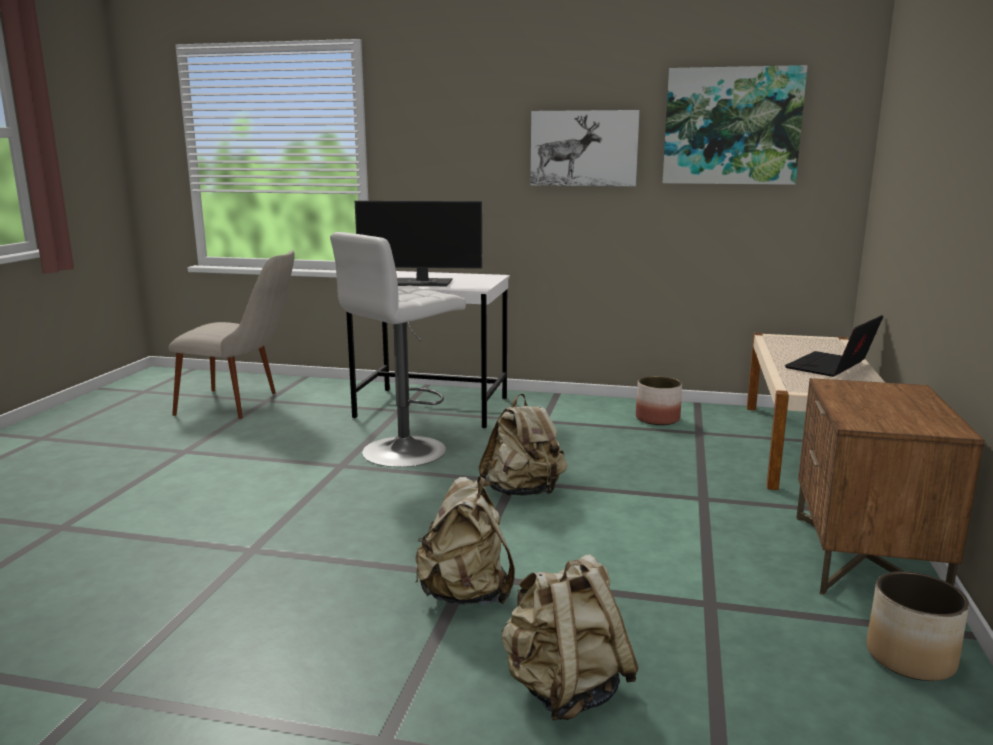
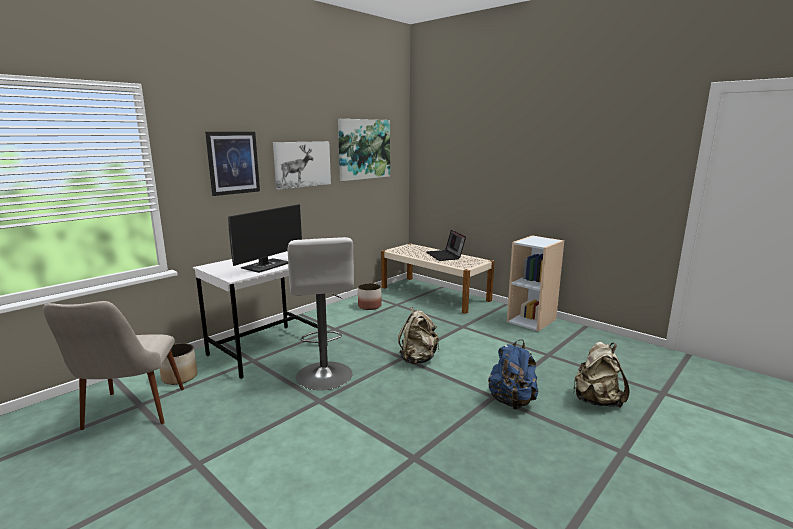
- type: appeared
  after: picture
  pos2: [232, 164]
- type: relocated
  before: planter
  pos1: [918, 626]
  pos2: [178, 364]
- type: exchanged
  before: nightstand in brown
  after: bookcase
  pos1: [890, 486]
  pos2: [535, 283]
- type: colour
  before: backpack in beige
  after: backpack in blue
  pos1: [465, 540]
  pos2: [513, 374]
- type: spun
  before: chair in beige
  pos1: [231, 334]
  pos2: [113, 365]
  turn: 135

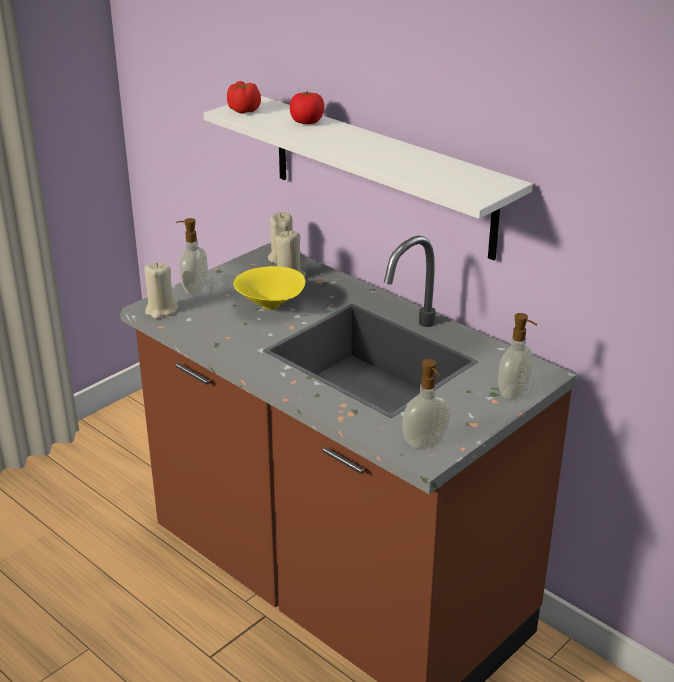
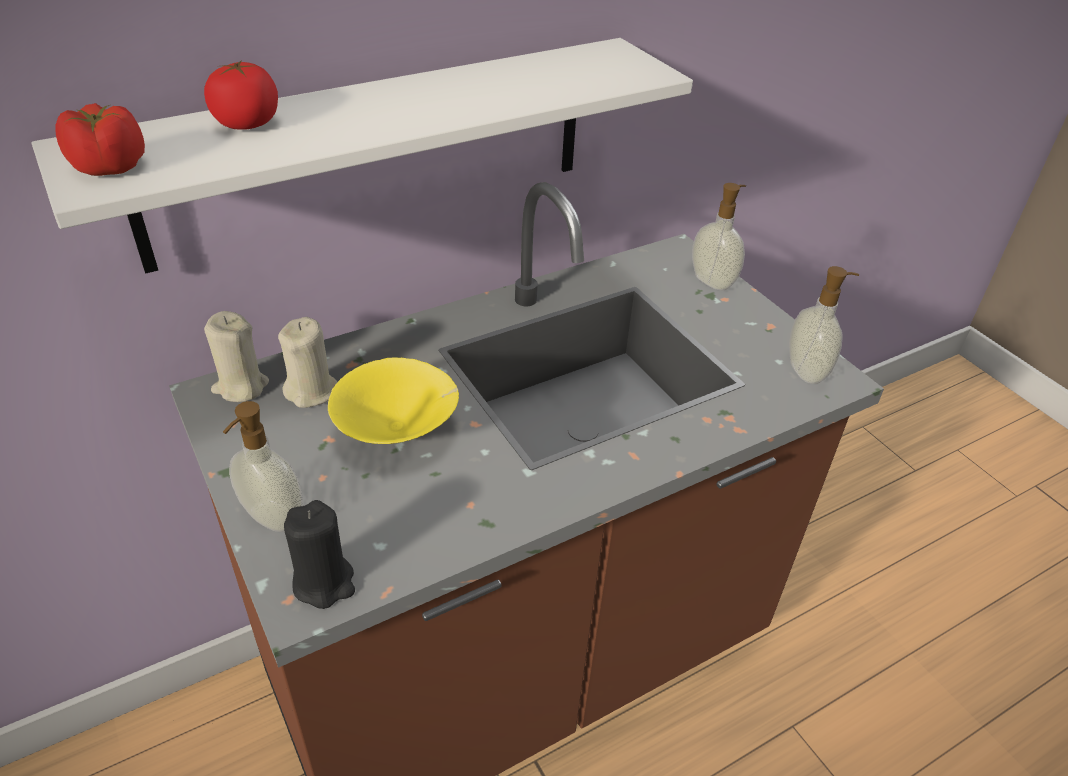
- type: colour
  before: candle in beige
  after: candle in black
  pos1: [161, 290]
  pos2: [319, 554]

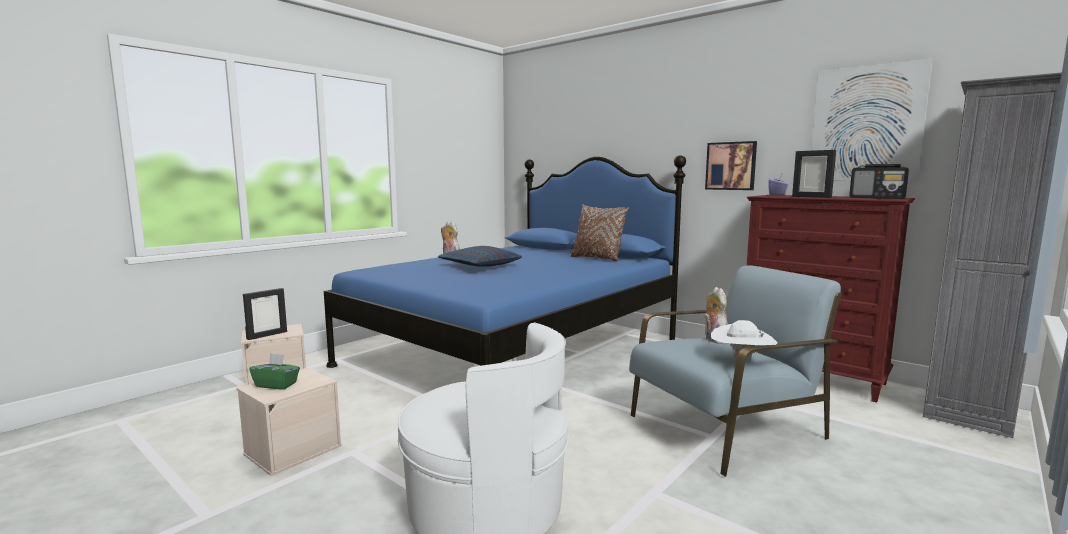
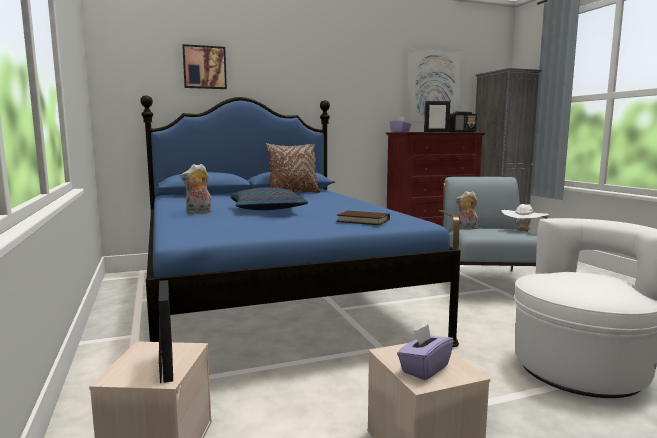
- type: appeared
  after: book in brown
  pos2: [363, 218]
- type: relocated
  before: picture
  pos1: [731, 165]
  pos2: [204, 66]
- type: colour
  before: tissue box in green
  after: tissue box in purple
  pos1: [274, 371]
  pos2: [425, 352]

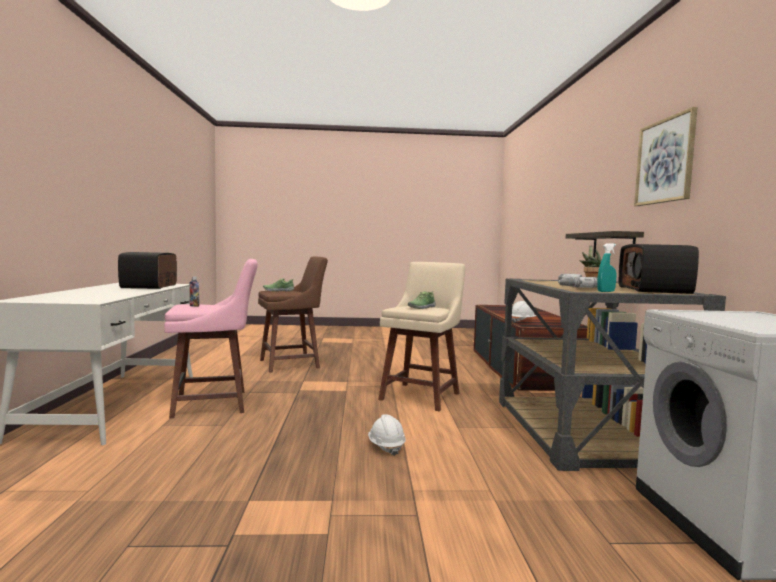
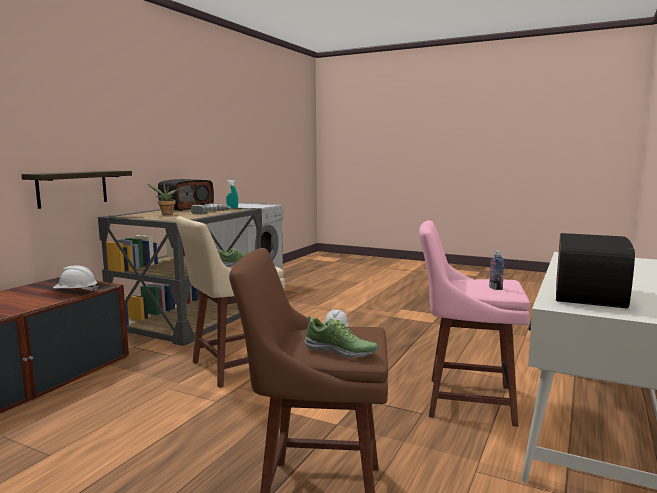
- type: missing
  before: picture
  pos1: [665, 156]

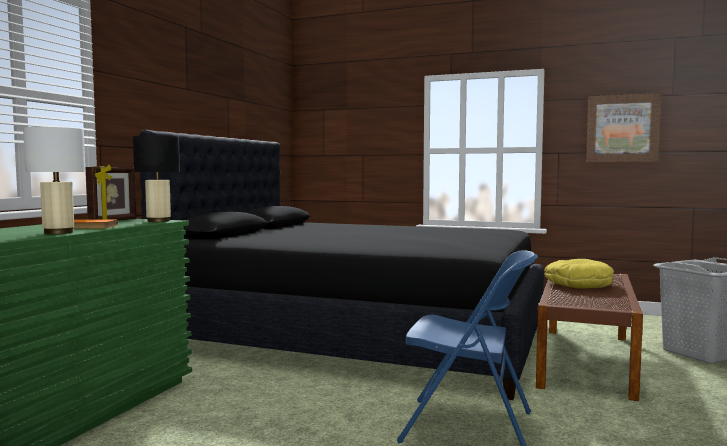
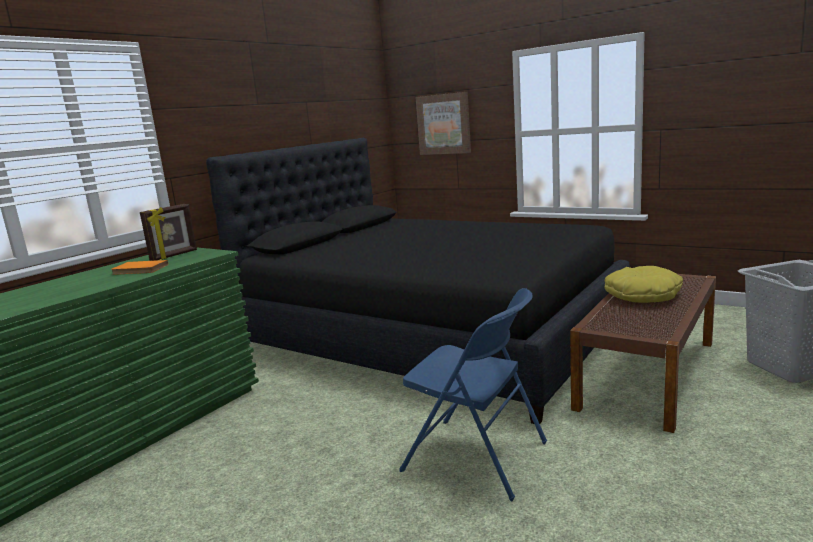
- type: missing
  before: table lamp in white
  pos1: [54, 180]
- type: missing
  before: table lamp in black
  pos1: [156, 179]
- type: relocated
  before: picture
  pos1: [623, 127]
  pos2: [443, 123]

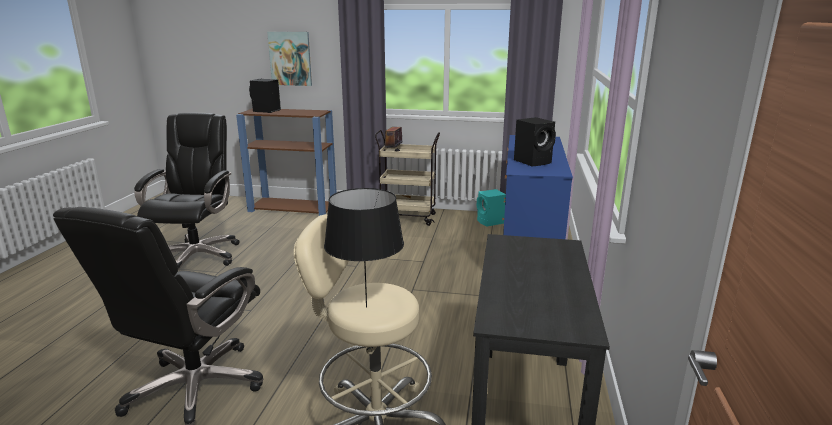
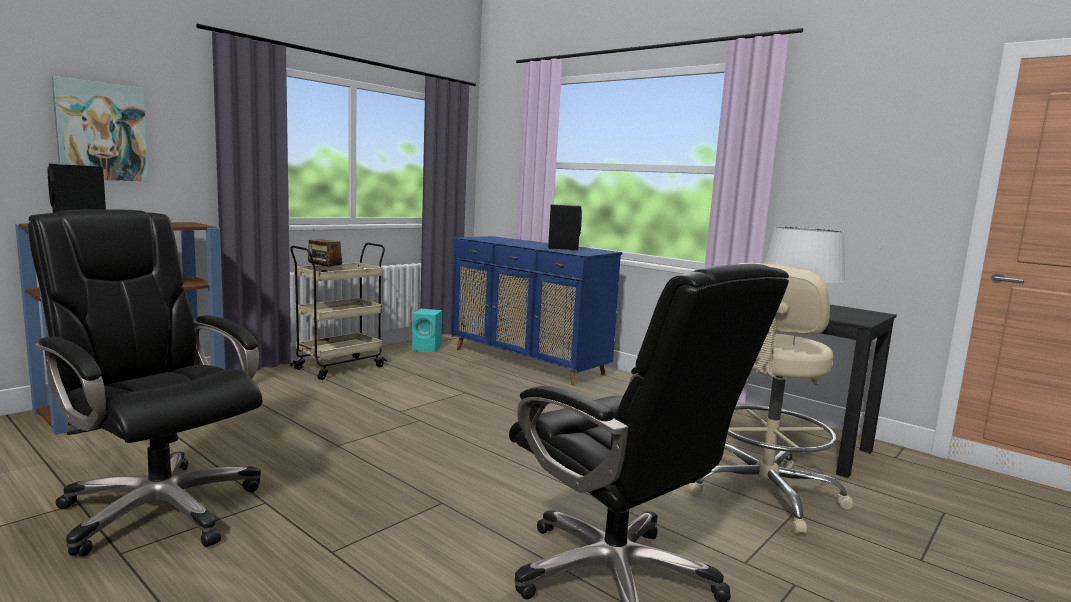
- type: colour
  before: table lamp in black
  after: table lamp in white
  pos1: [364, 248]
  pos2: [805, 286]

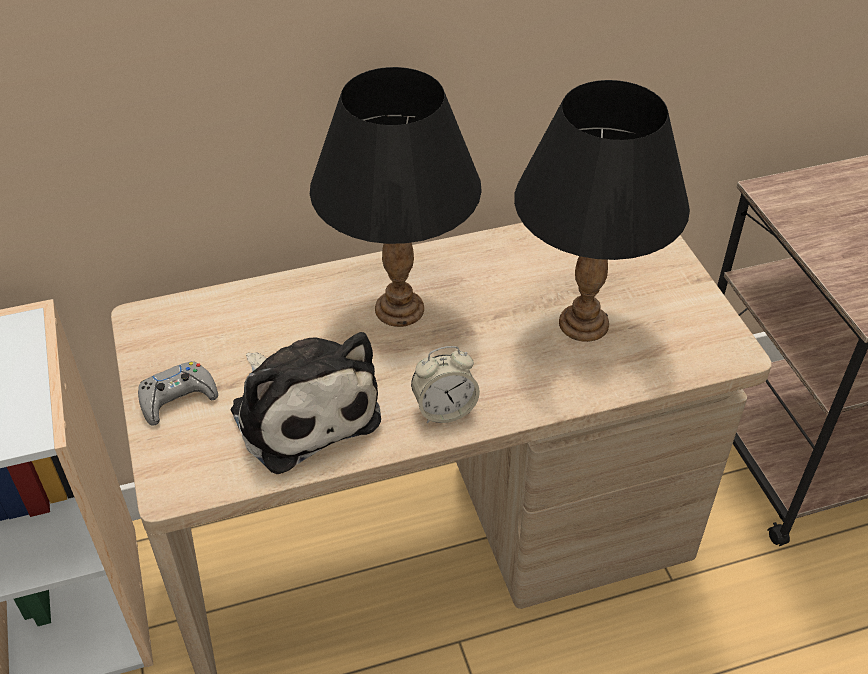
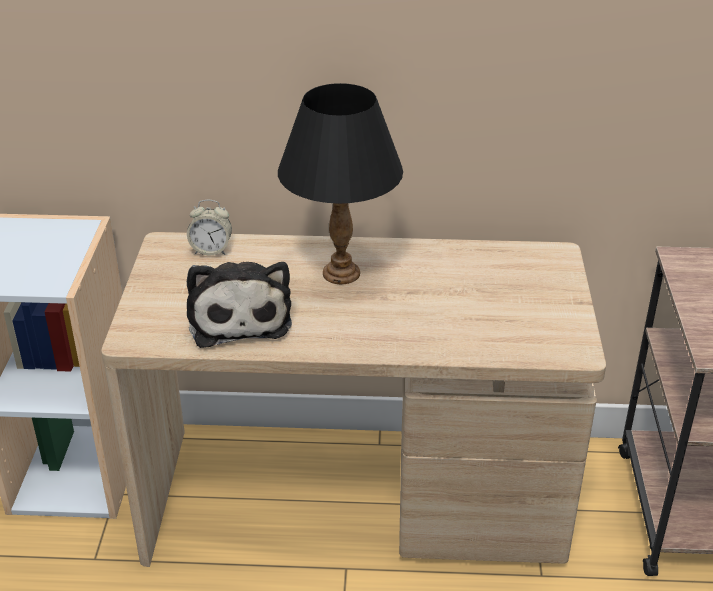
- type: missing
  before: game controller in grey
  pos1: [178, 393]
- type: missing
  before: table lamp in black
  pos1: [602, 211]
- type: relocated
  before: alarm clock
  pos1: [445, 384]
  pos2: [209, 227]

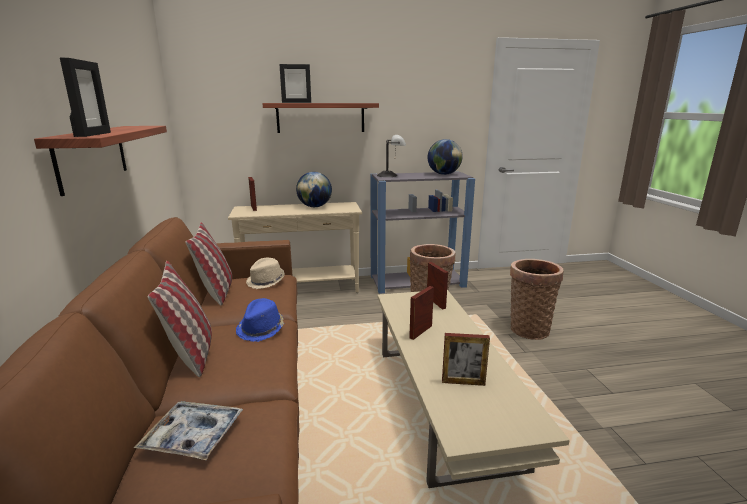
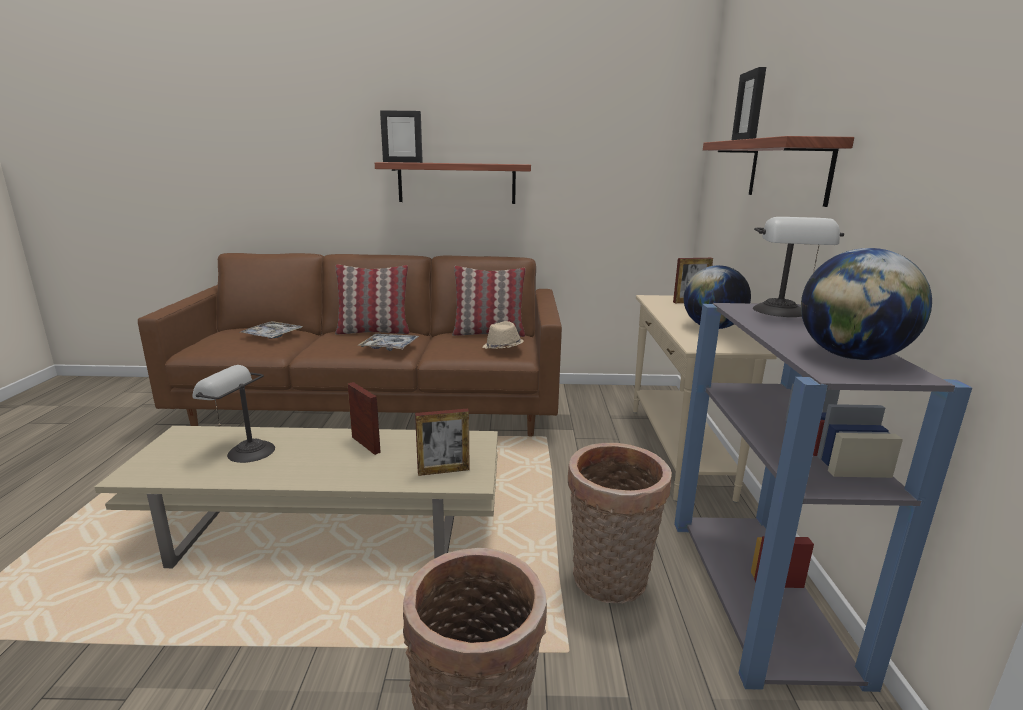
- type: exchanged
  before: hat in blue
  after: tray
  pos1: [260, 320]
  pos2: [388, 342]
- type: exchanged
  before: picture frame
  after: table lamp
  pos1: [466, 359]
  pos2: [233, 414]

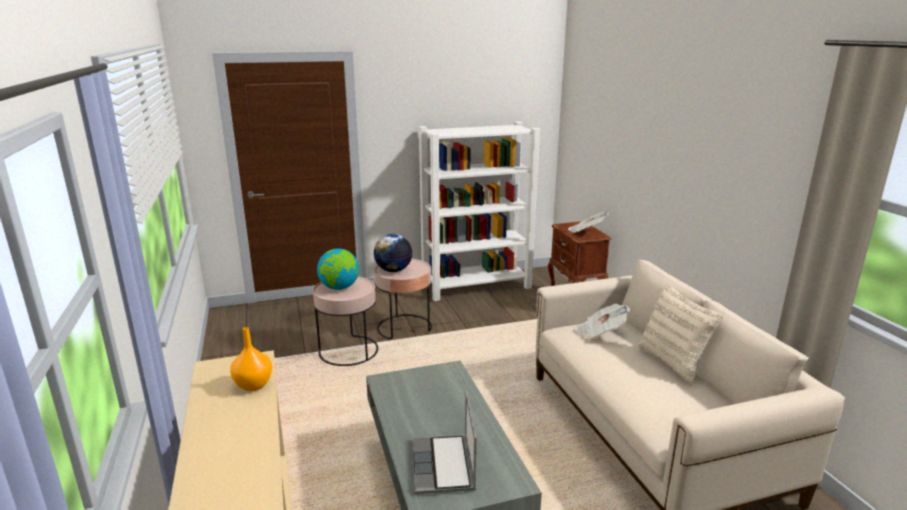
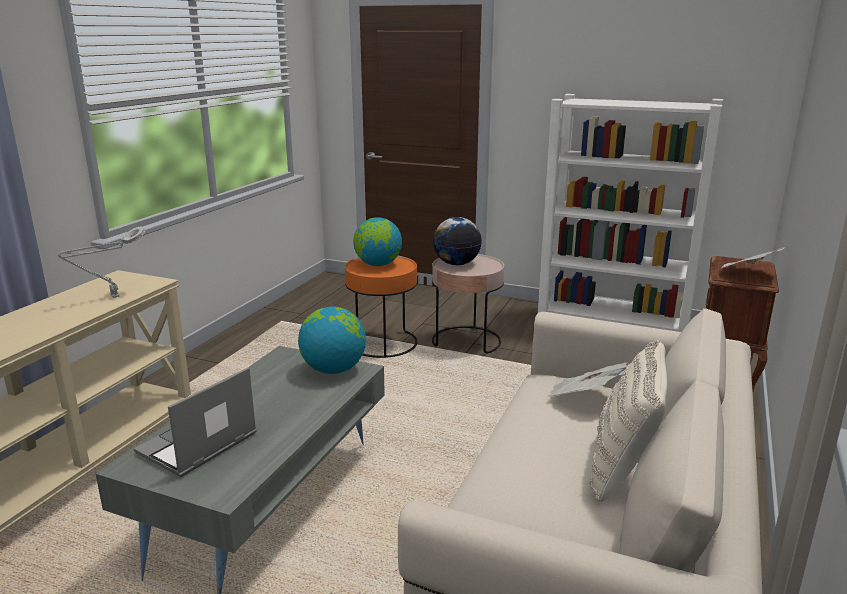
- type: appeared
  after: globe
  pos2: [332, 340]
- type: exchanged
  before: vase in orange
  after: table lamp in grey
  pos1: [251, 359]
  pos2: [101, 262]
- type: colour
  before: side table in pink
  after: side table in orange
  pos1: [345, 321]
  pos2: [381, 307]

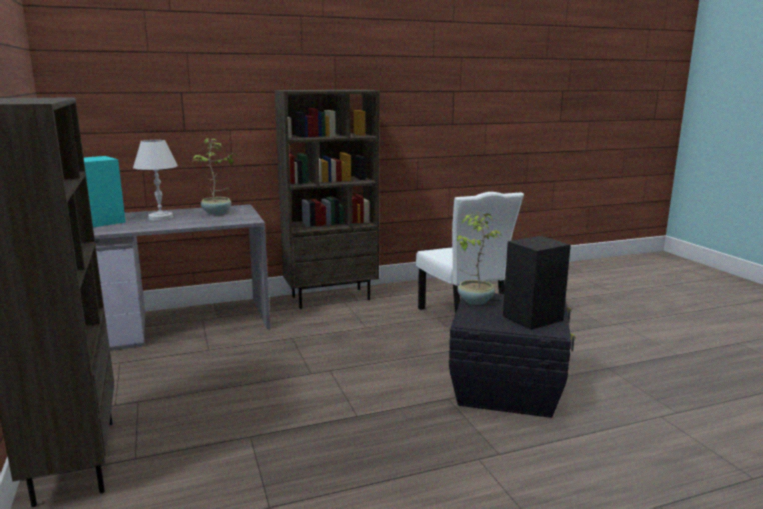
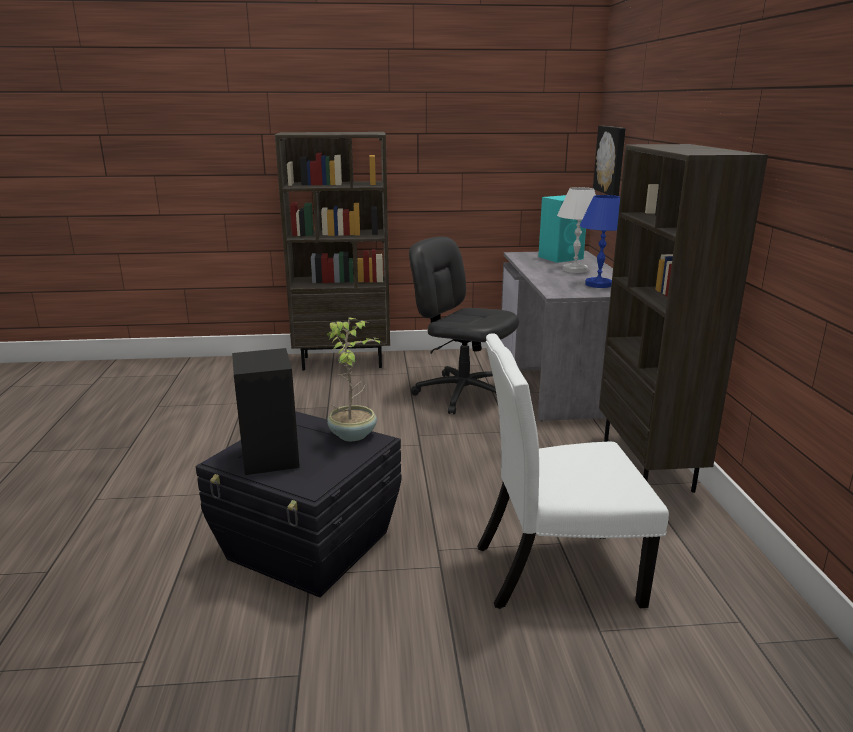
- type: appeared
  after: office chair in black
  pos2: [464, 325]
- type: appeared
  after: picture
  pos2: [609, 161]
- type: exchanged
  before: potted plant
  after: table lamp in blue
  pos1: [215, 176]
  pos2: [600, 241]

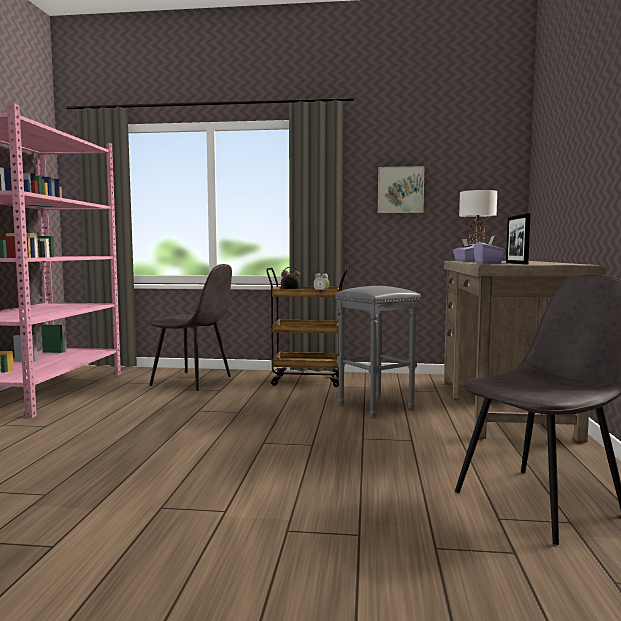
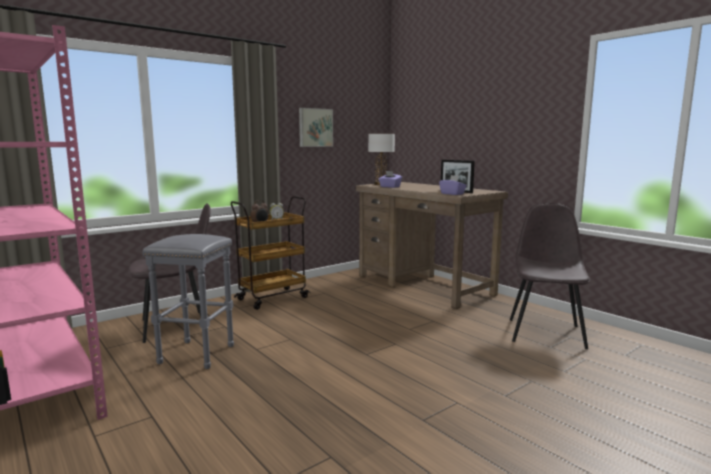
- type: relocated
  before: stool in grey
  pos1: [378, 351]
  pos2: [188, 301]

